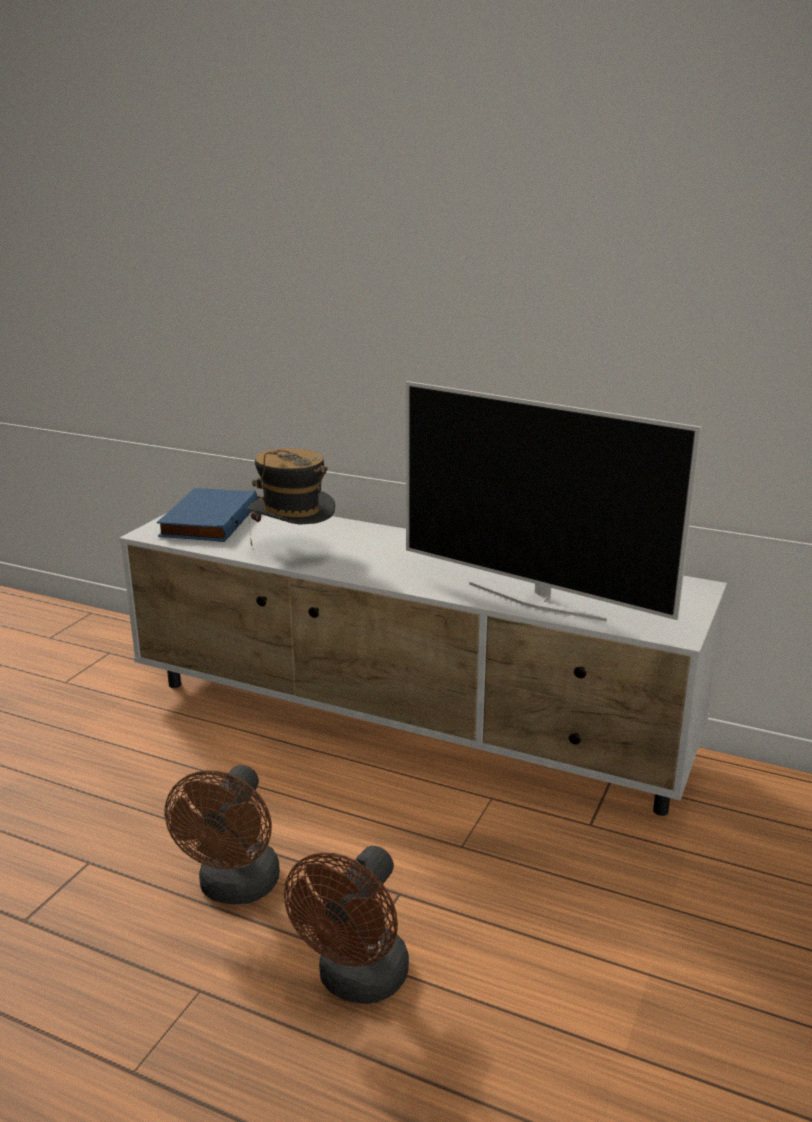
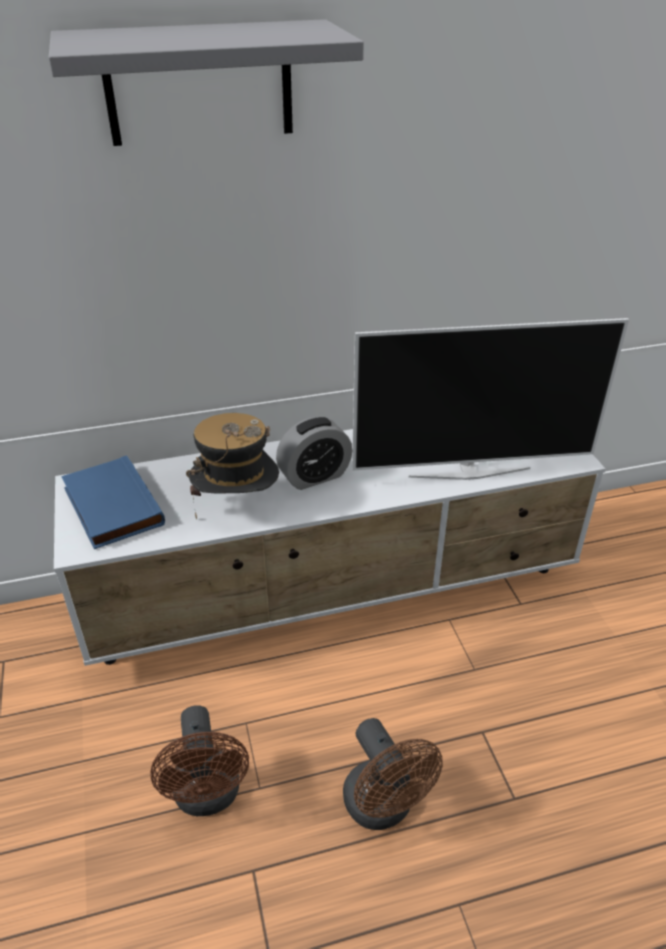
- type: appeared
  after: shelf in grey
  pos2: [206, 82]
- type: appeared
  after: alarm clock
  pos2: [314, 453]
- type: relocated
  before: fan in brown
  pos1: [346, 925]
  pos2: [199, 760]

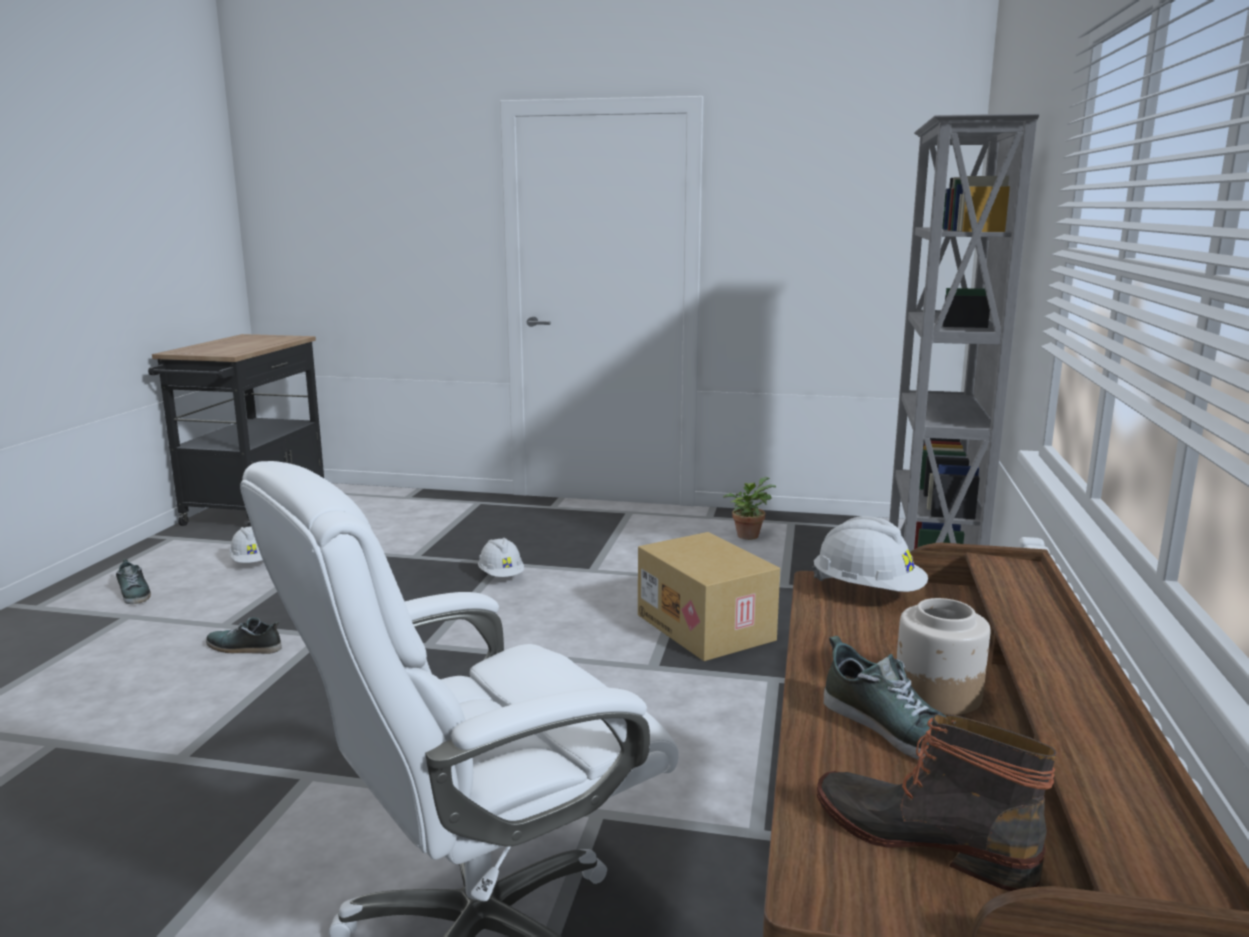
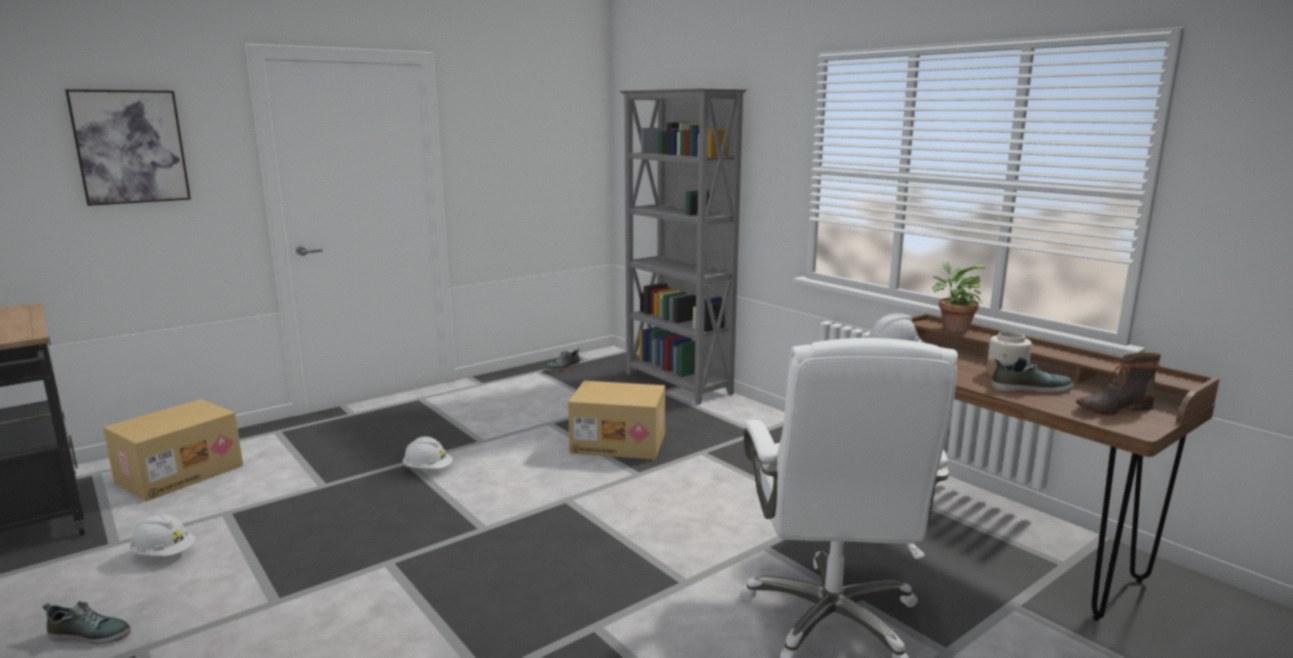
- type: appeared
  after: picture
  pos2: [128, 147]
- type: appeared
  after: cardboard box
  pos2: [173, 450]
- type: relocated
  before: shoe
  pos1: [244, 635]
  pos2: [562, 360]
- type: relocated
  before: potted plant
  pos1: [749, 508]
  pos2: [959, 297]

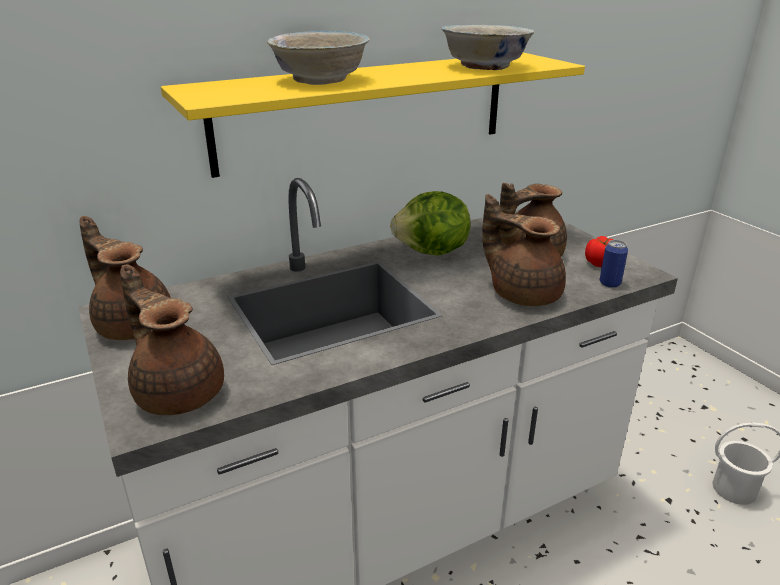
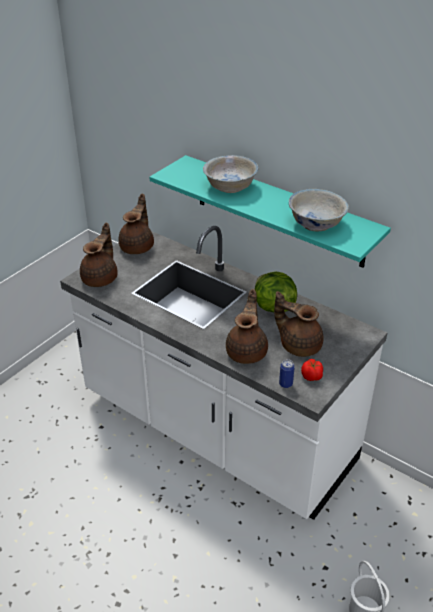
- type: colour
  before: shelf in yellow
  after: shelf in turquoise
  pos1: [373, 115]
  pos2: [270, 211]

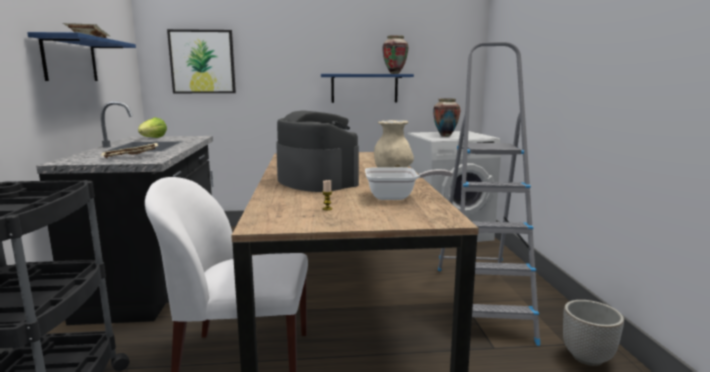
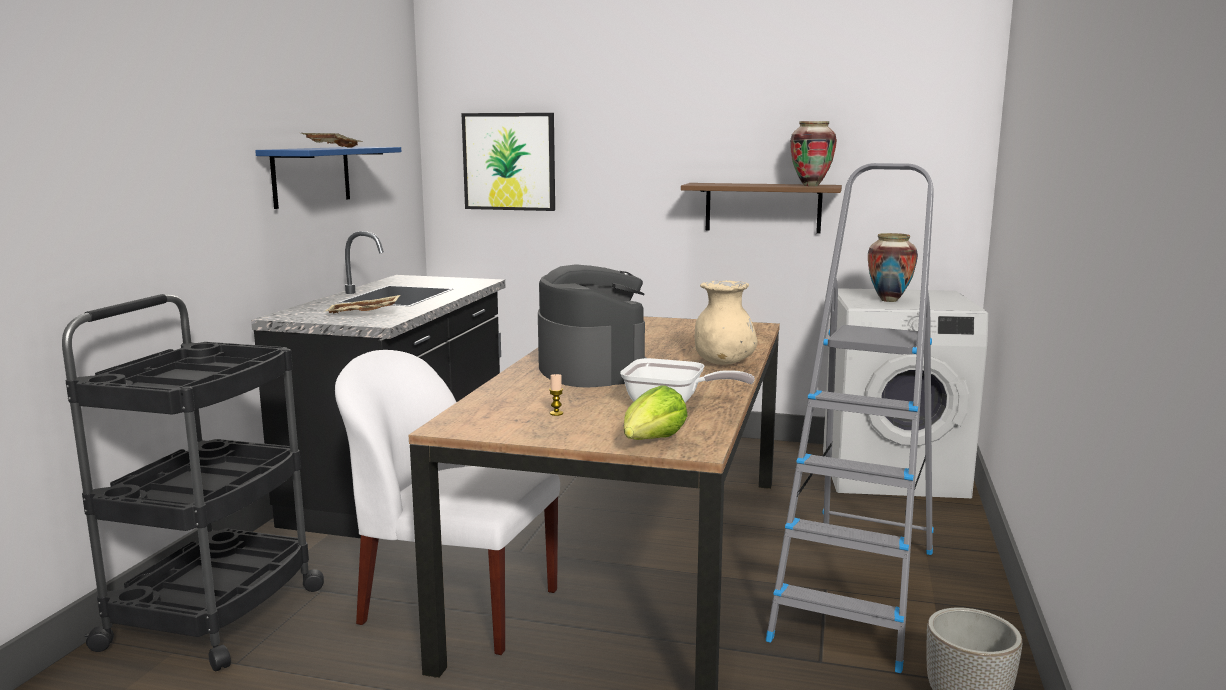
- type: relocated
  before: lettuce
  pos1: [152, 127]
  pos2: [656, 412]
- type: colour
  before: shelf in blue
  after: shelf in brown
  pos1: [367, 88]
  pos2: [761, 208]

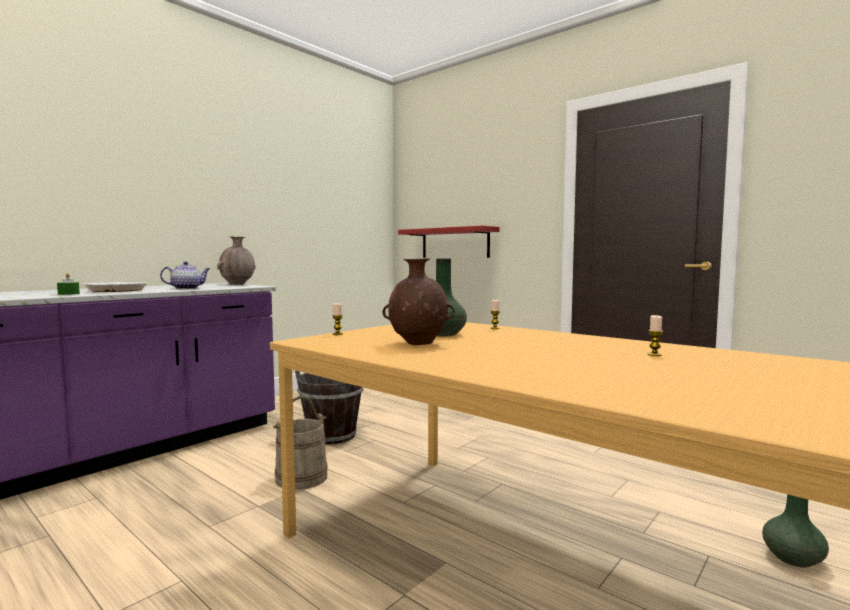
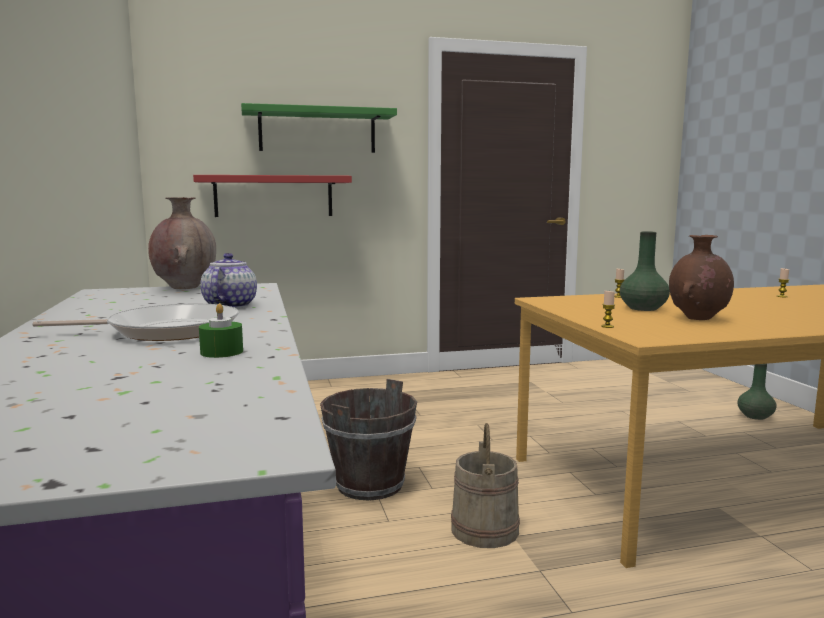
- type: appeared
  after: shelf in green
  pos2: [319, 128]

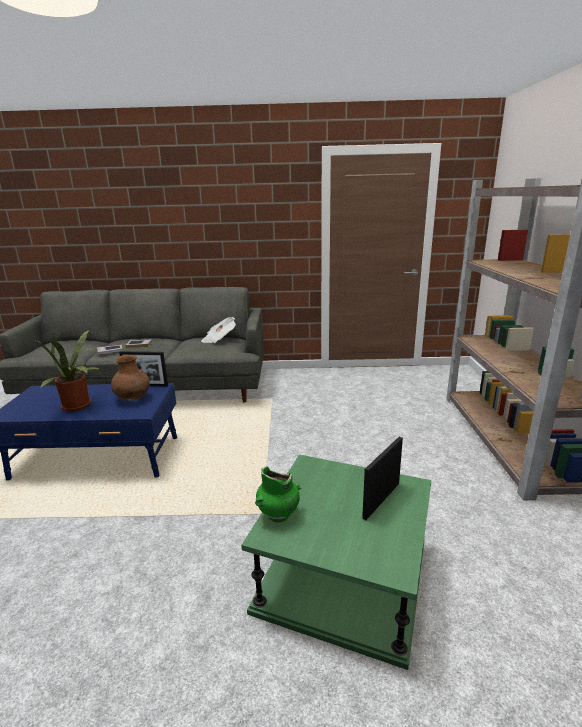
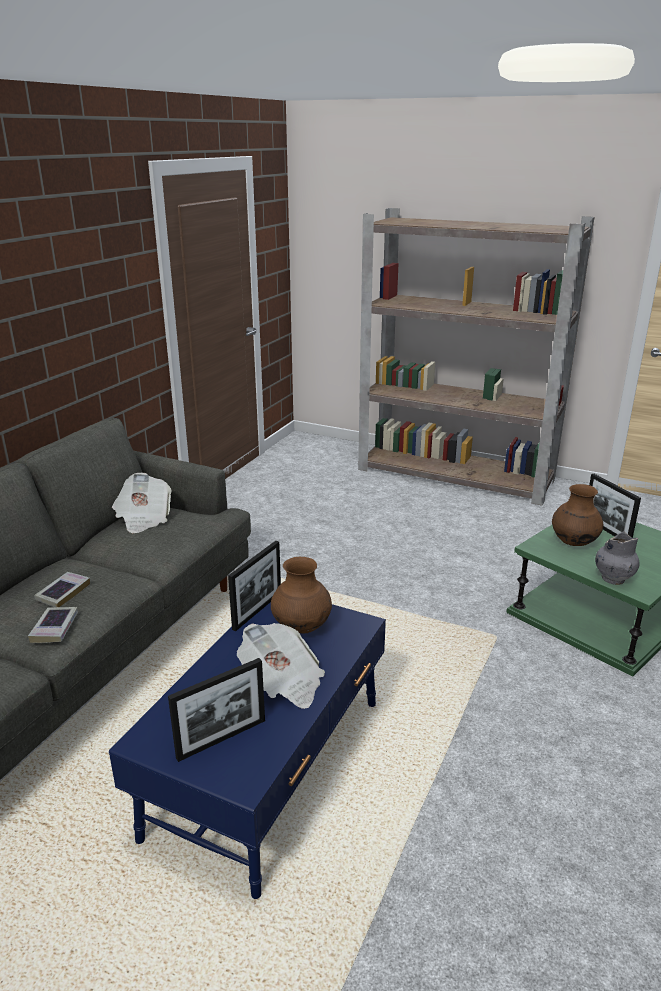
- type: appeared
  after: picture frame
  pos2: [216, 710]
- type: appeared
  after: vase in brown
  pos2: [577, 515]
- type: exchanged
  before: potted plant
  after: newspaper
  pos1: [67, 370]
  pos2: [281, 666]
- type: colour
  before: vase in green
  after: vase in grey
  pos1: [278, 494]
  pos2: [617, 558]

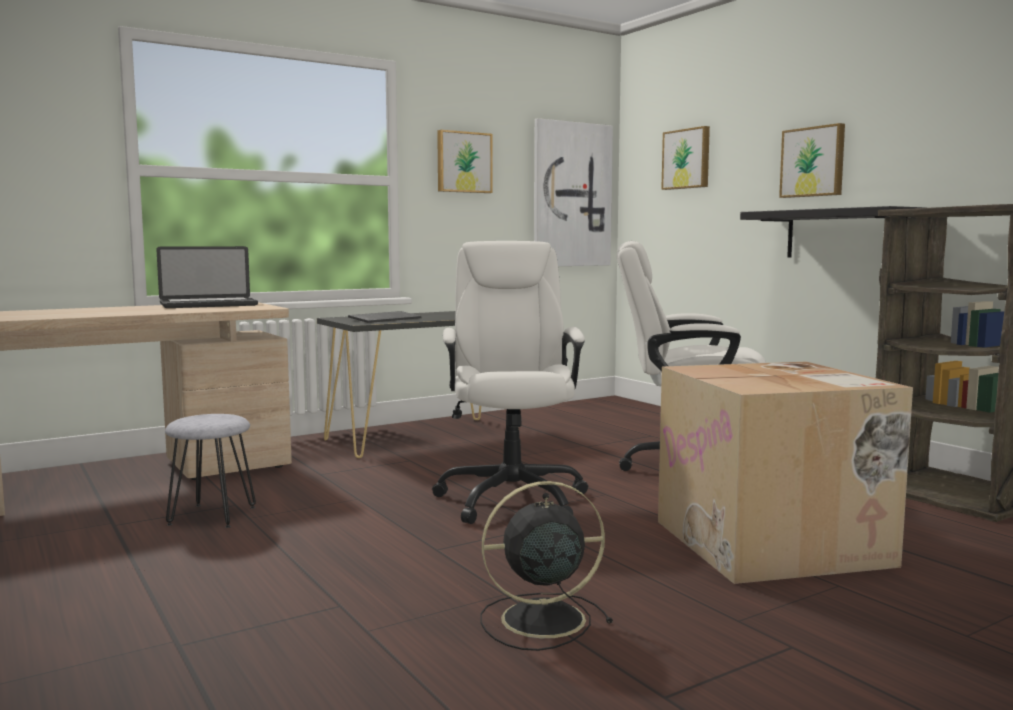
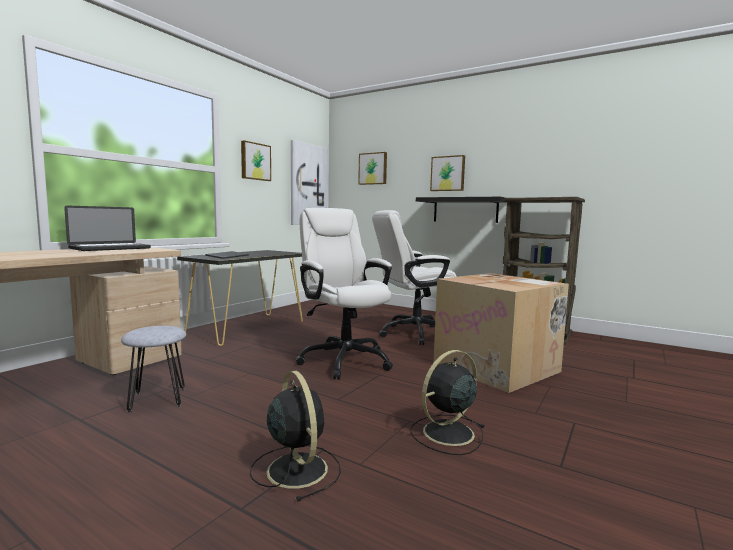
- type: appeared
  after: fan in black
  pos2: [295, 436]

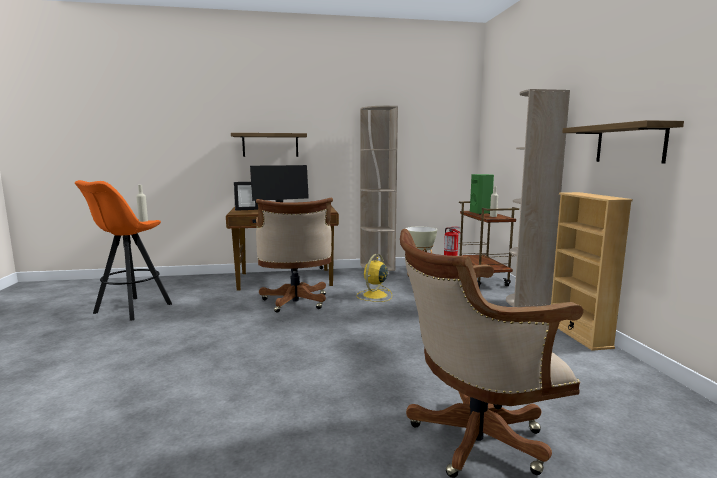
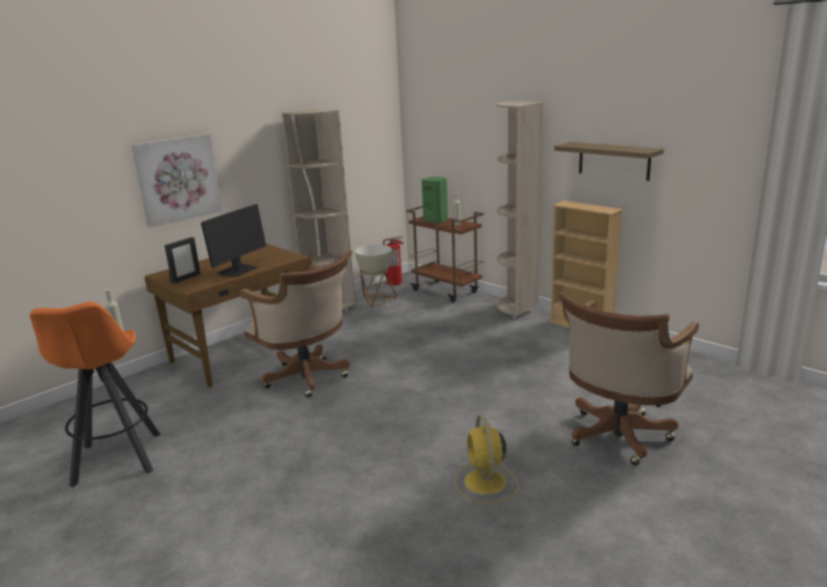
- type: relocated
  before: fan in yellow
  pos1: [374, 278]
  pos2: [487, 459]
- type: exchanged
  before: shelf
  after: picture
  pos1: [269, 145]
  pos2: [176, 180]

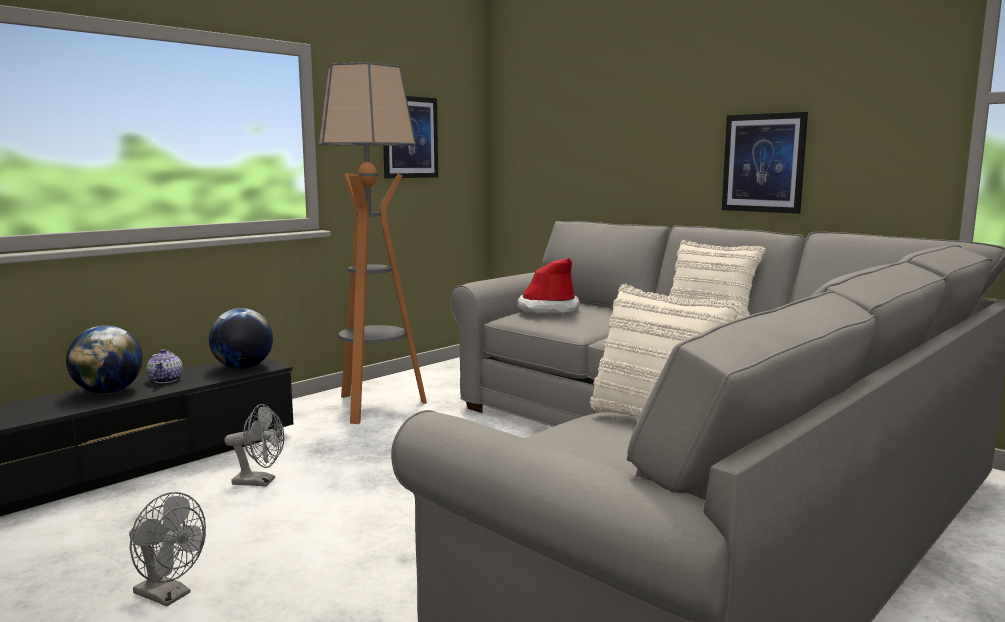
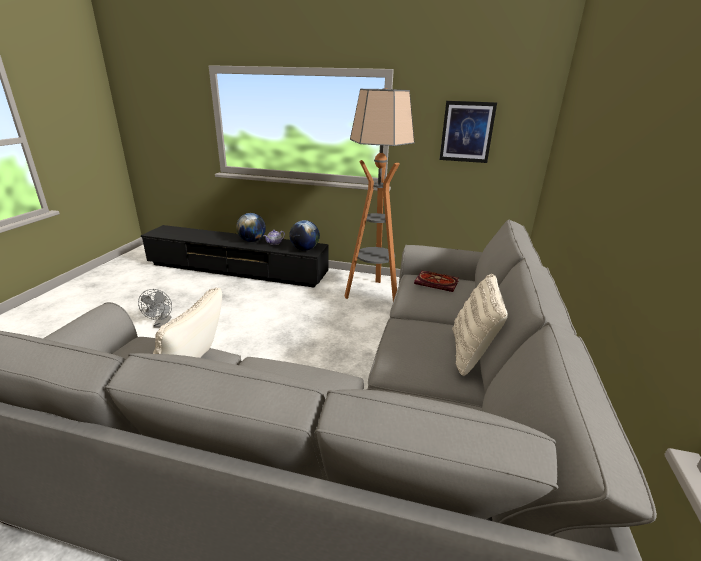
- type: missing
  before: fan in grey
  pos1: [254, 445]
- type: missing
  before: picture
  pos1: [765, 163]
- type: exchanged
  before: hat
  after: book
  pos1: [548, 286]
  pos2: [436, 281]

